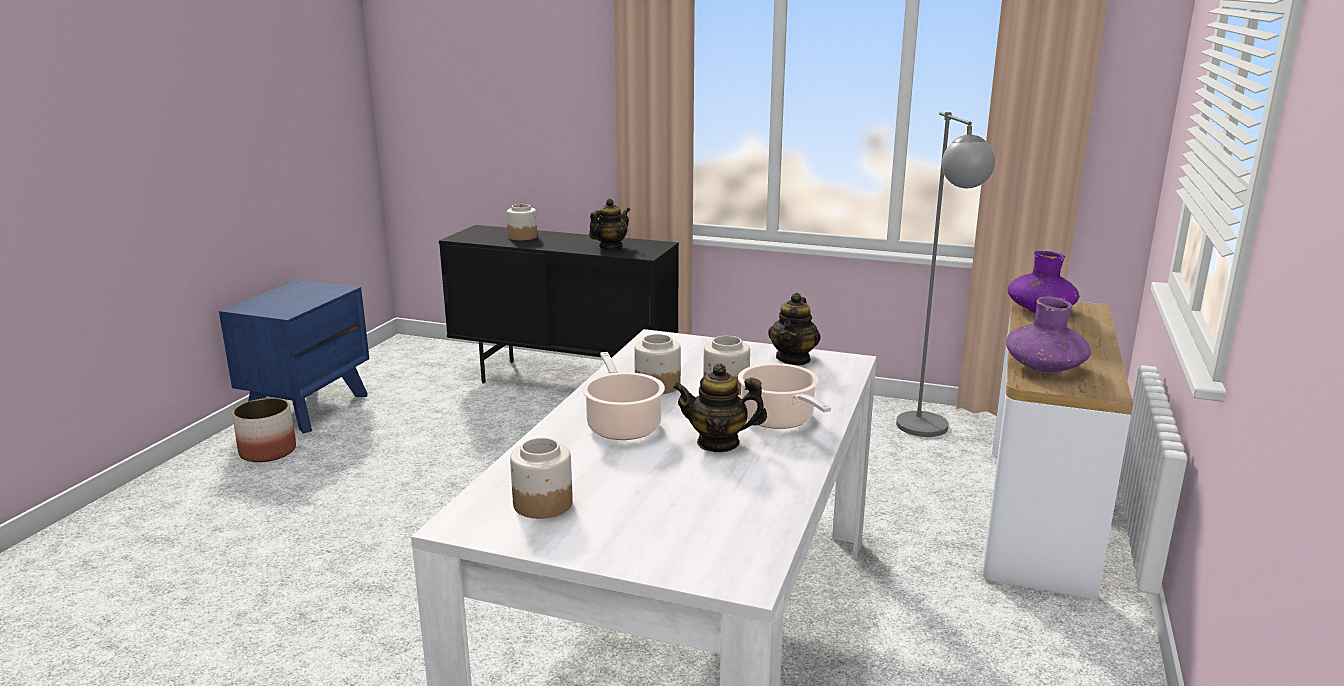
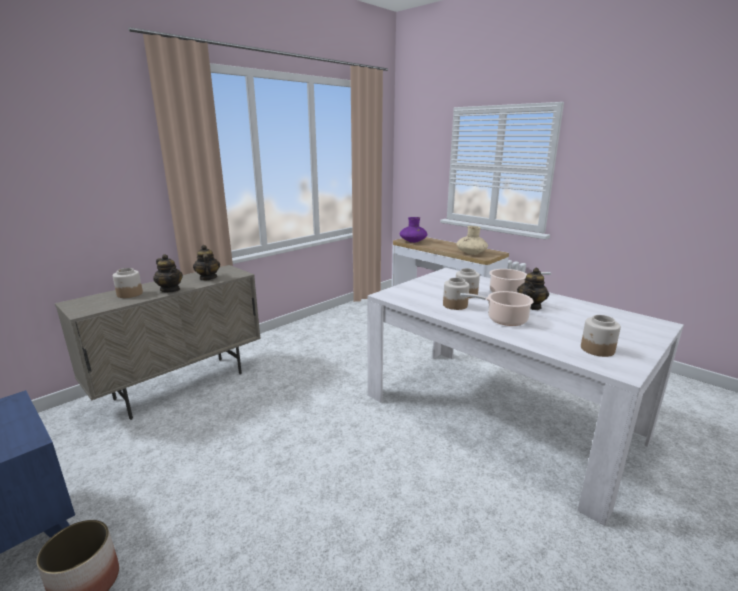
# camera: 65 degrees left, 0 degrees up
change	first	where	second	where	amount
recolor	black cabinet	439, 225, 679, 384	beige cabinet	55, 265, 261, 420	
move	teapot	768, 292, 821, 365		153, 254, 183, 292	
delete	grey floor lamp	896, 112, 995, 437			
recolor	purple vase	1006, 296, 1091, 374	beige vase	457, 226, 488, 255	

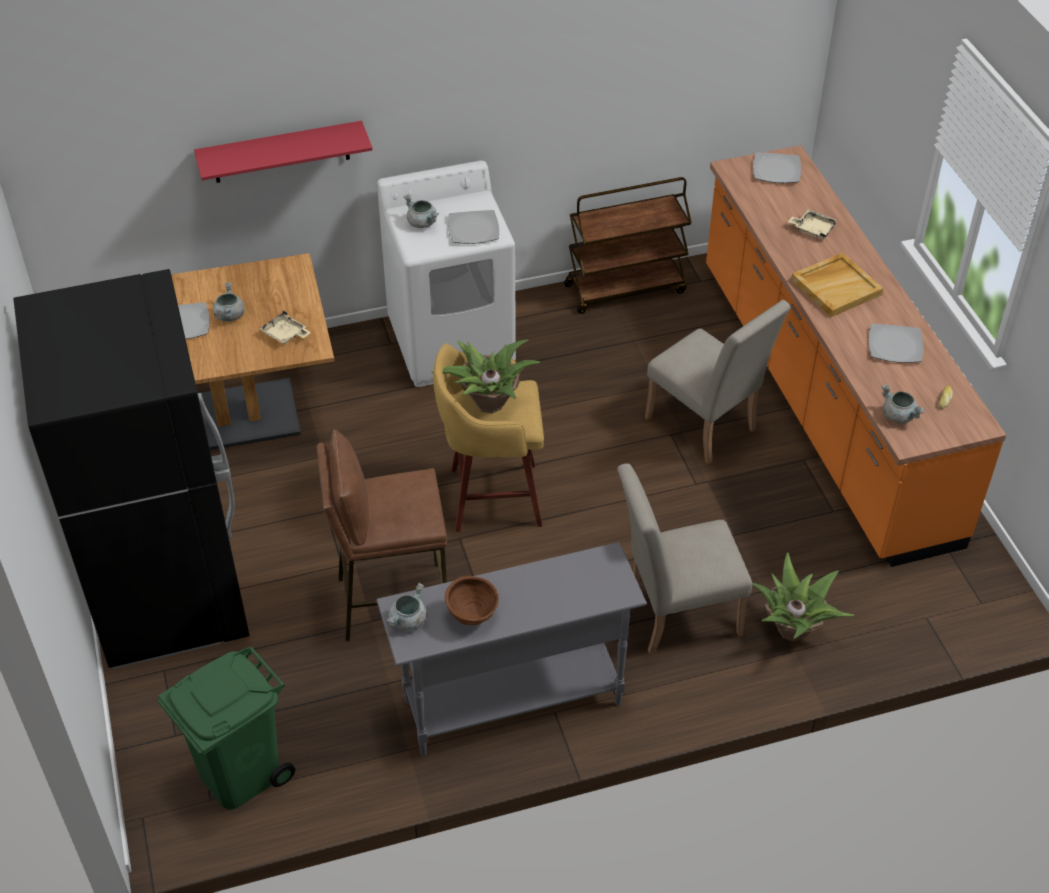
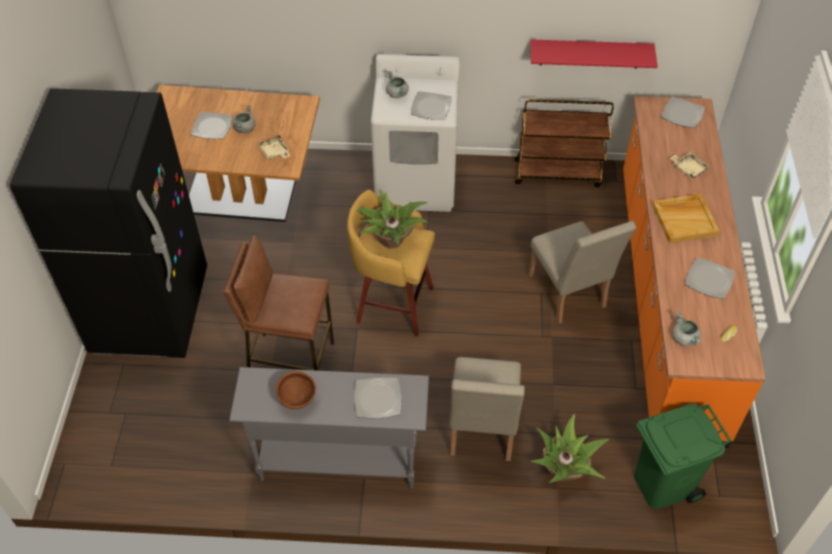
# camera: 20 degrees right, 5 degrees up
change	first	where	second	where	amount
move	green trash can	158, 646, 295, 810		634, 404, 732, 509	
move	red shelf	194, 121, 373, 183		530, 39, 658, 69	
delete	grey cooking pot	386, 583, 427, 630			
rotate	beige chair	617, 463, 752, 655		449, 357, 525, 461	90 degrees counterclockwise
insert			plate	355, 378, 401, 419	

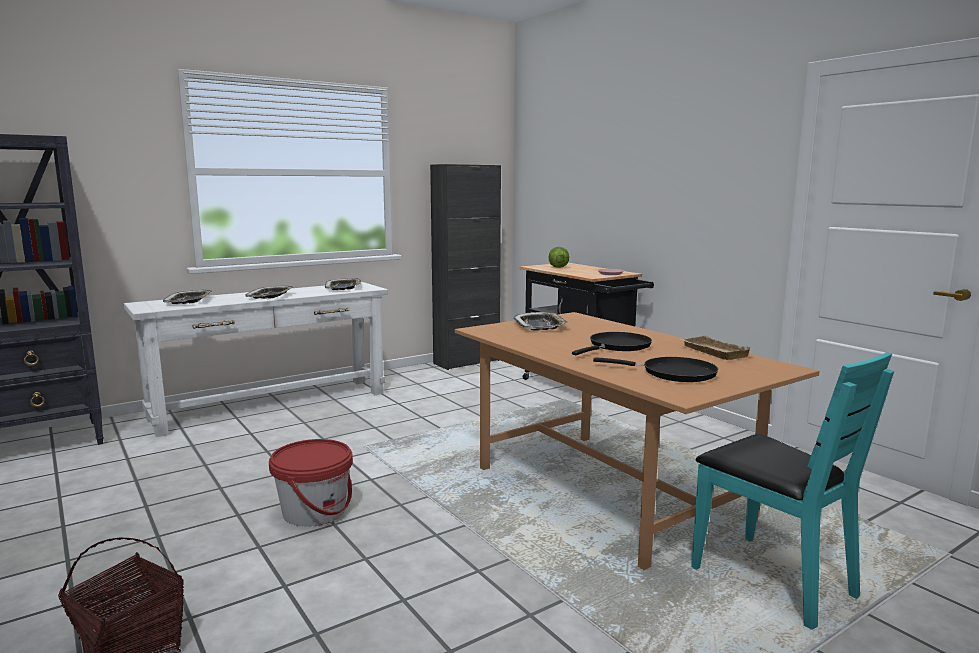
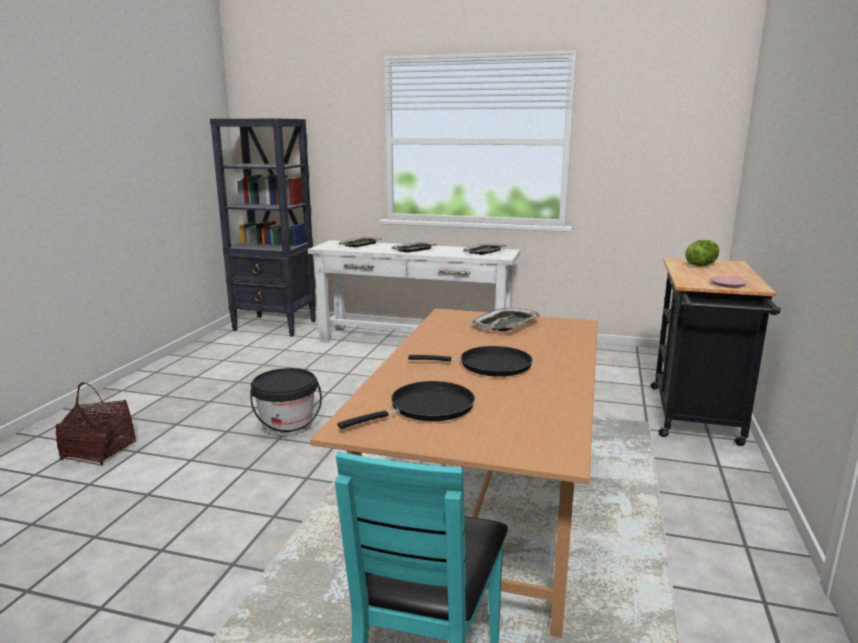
# camera: 50 degrees right, 5 degrees up
change	first	where	second	where	amount
recolor	red bucket	269, 439, 353, 527	black bucket	250, 368, 322, 436	
delete	black cabinet	430, 164, 501, 370			
rotate	black frying pan	593, 357, 718, 382		338, 381, 475, 429	105 degrees counterclockwise
delete	beige tray	679, 335, 754, 360			

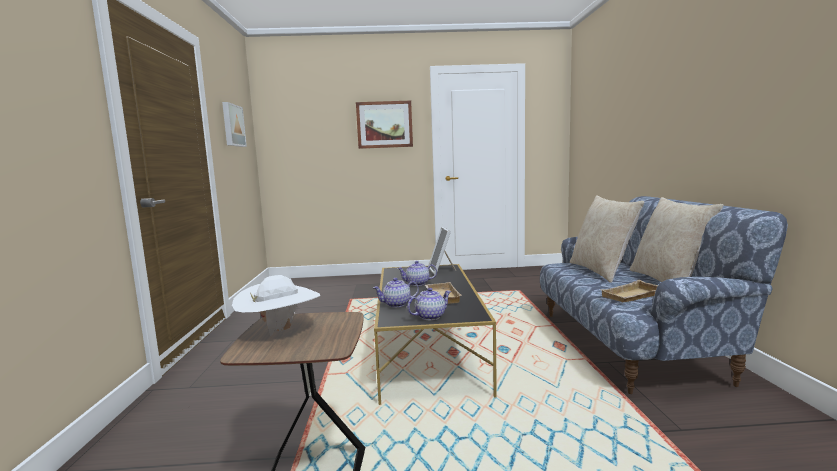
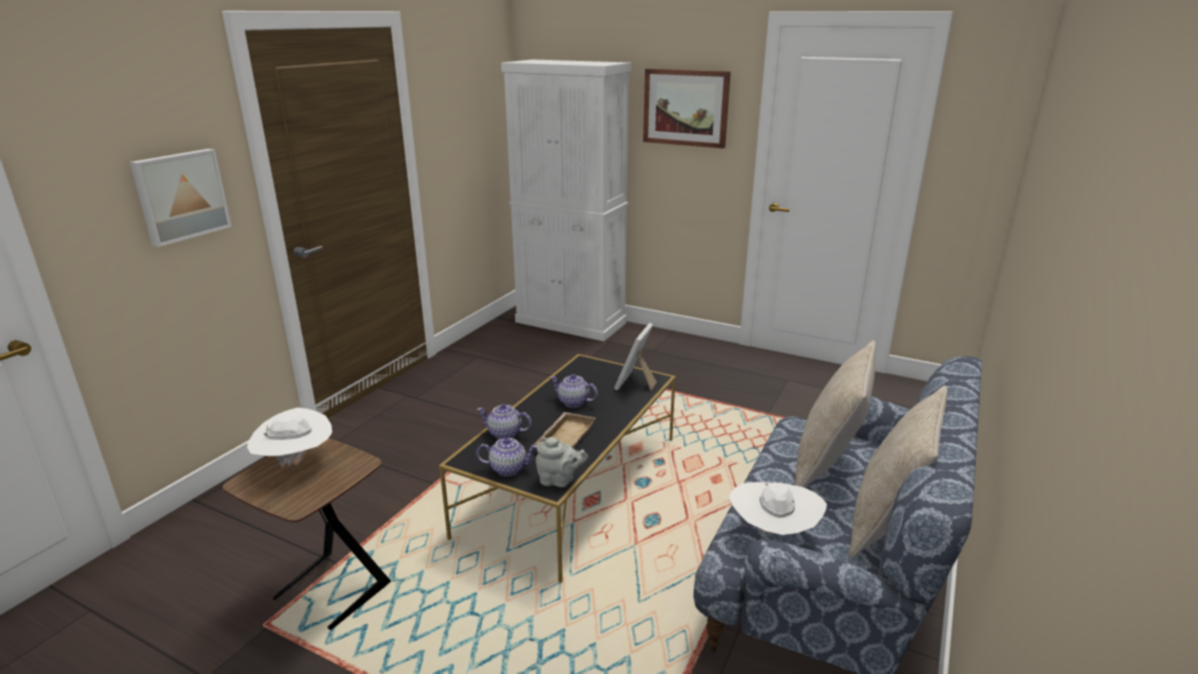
# camera: 30 degrees right, 15 degrees up
change	first	where	second	where	amount
move	picture	222, 102, 247, 147		130, 149, 232, 247	
replace	beige tray	600, 280, 658, 302	white hat	729, 482, 827, 535	
insert			white cabinet	501, 59, 631, 341	
insert			grey teapot	536, 437, 588, 487	

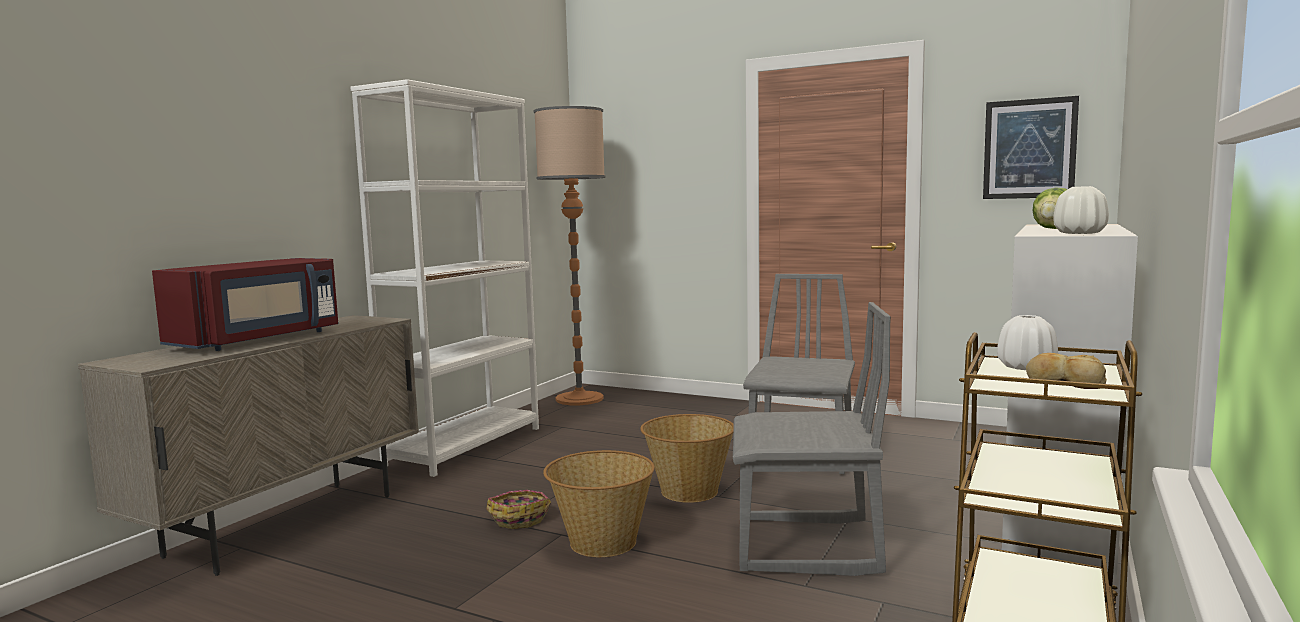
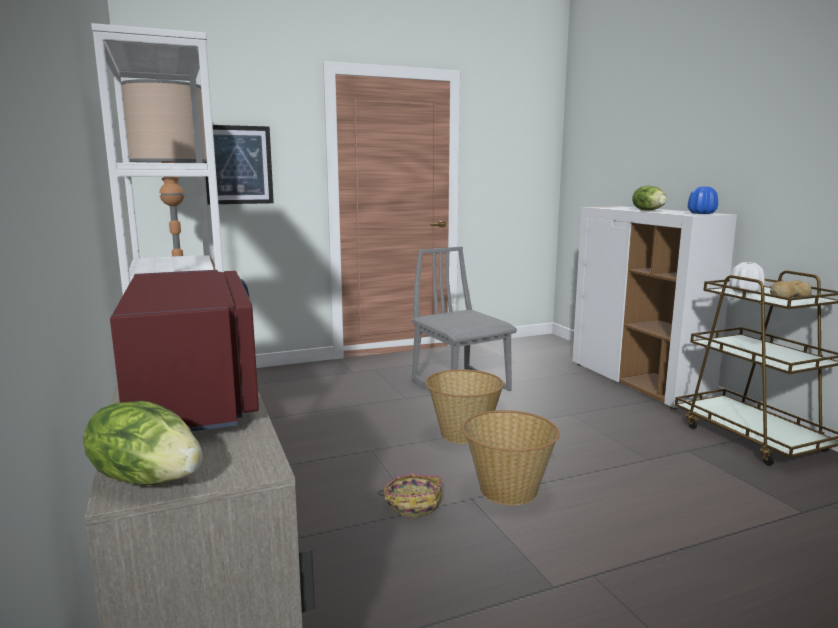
# camera: 50 degrees left, 5 degrees up
change	first	where	second	where	amount
delete	grey chair	733, 302, 891, 576			
move	picture	983, 96, 1079, 199		204, 125, 274, 204	
recolor	white vase	1053, 186, 1109, 234	blue vase	688, 187, 718, 214	
insert			lettuce	83, 401, 203, 485	

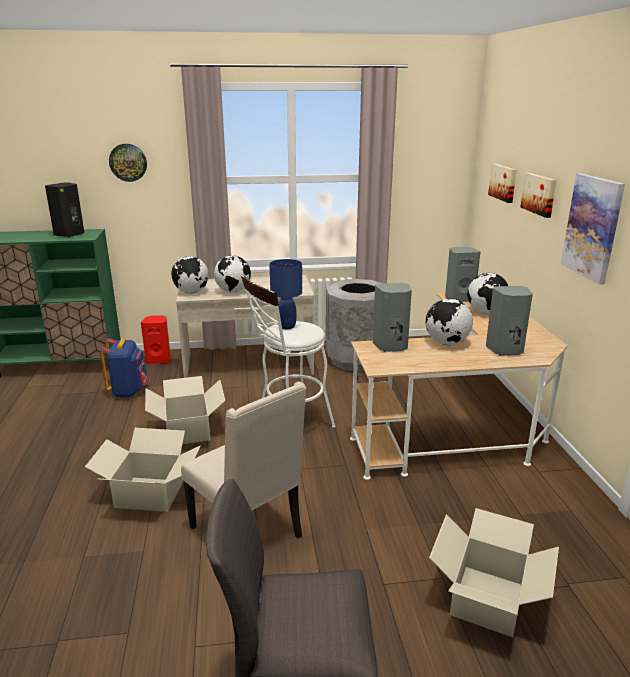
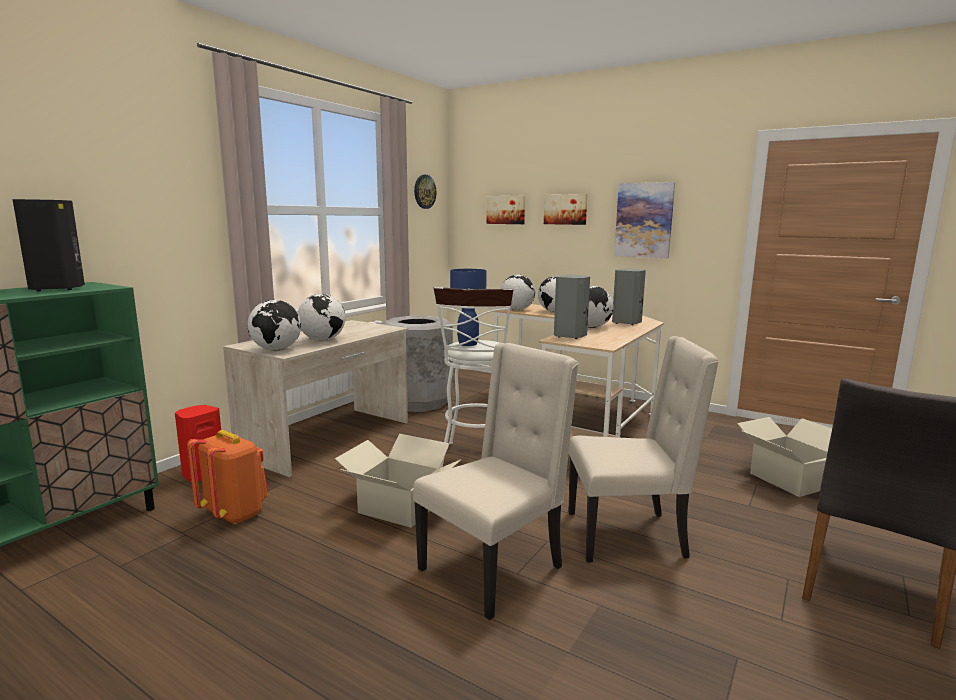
# camera: 50 degrees left, 10 degrees down
change	first	where	second	where	amount
replace	cardboard box	85, 428, 201, 512	beige chair	413, 343, 578, 621	
recolor	blue backpack	100, 338, 148, 397	orange backpack	187, 430, 268, 524	
move	wall clock	109, 144, 147, 182		414, 175, 437, 209	
replace	grey speaker	445, 247, 481, 302	globe	501, 275, 535, 310	

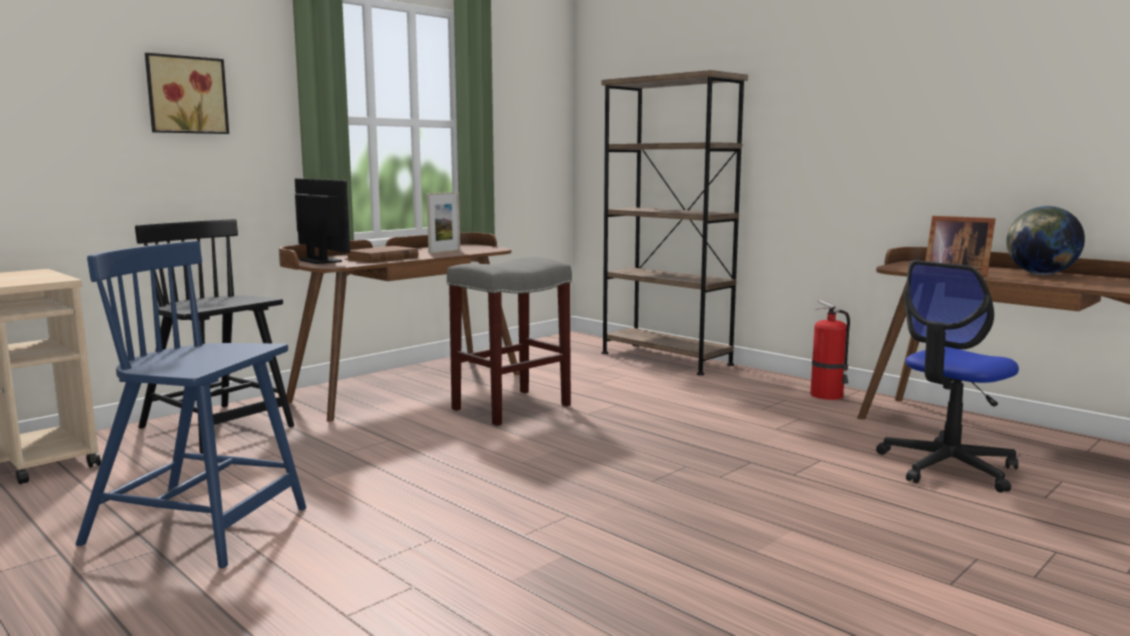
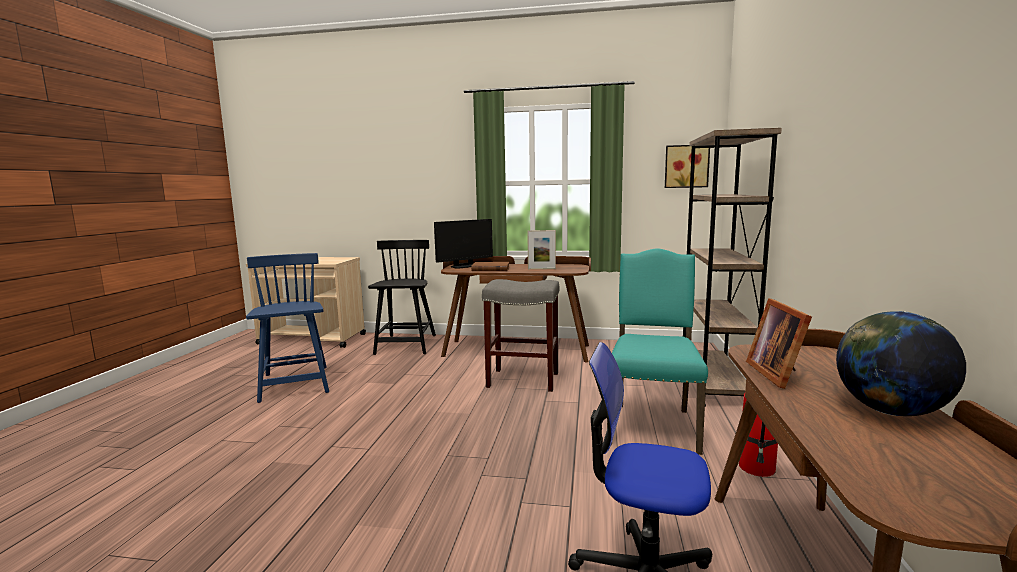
# camera: 55 degrees right, 0 degrees up
change	first	where	second	where	amount
move	picture	145, 53, 229, 134		665, 145, 710, 188	
rotate	monitor	295, 179, 350, 264		434, 219, 493, 269	45 degrees clockwise
insert			turquoise chair	607, 248, 708, 455	

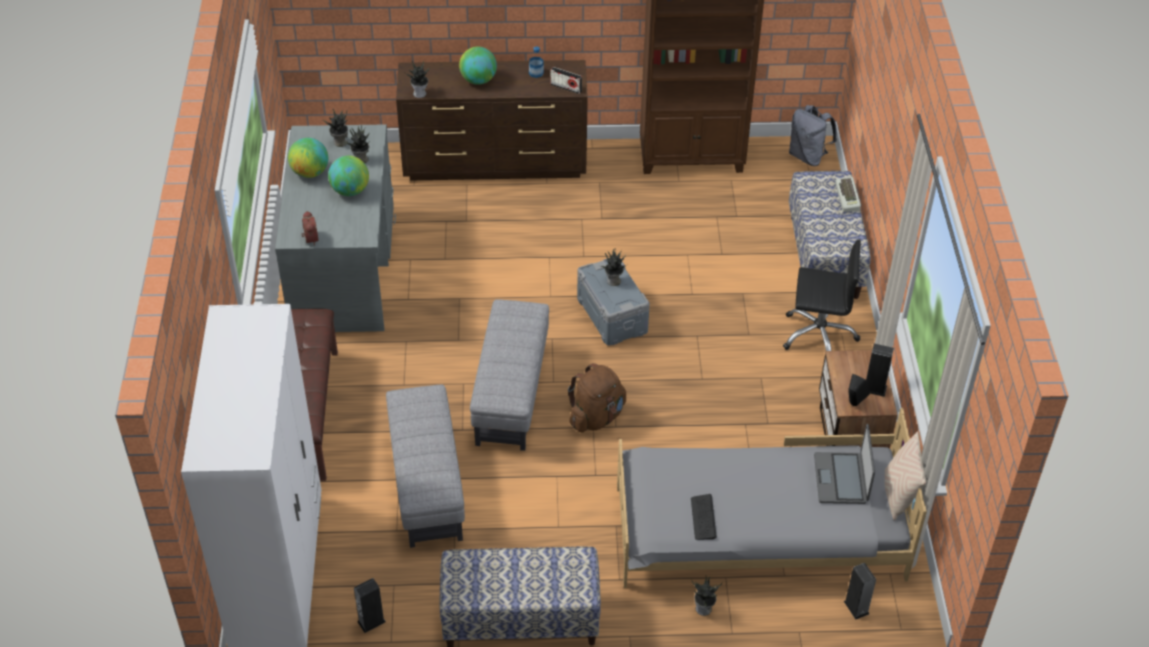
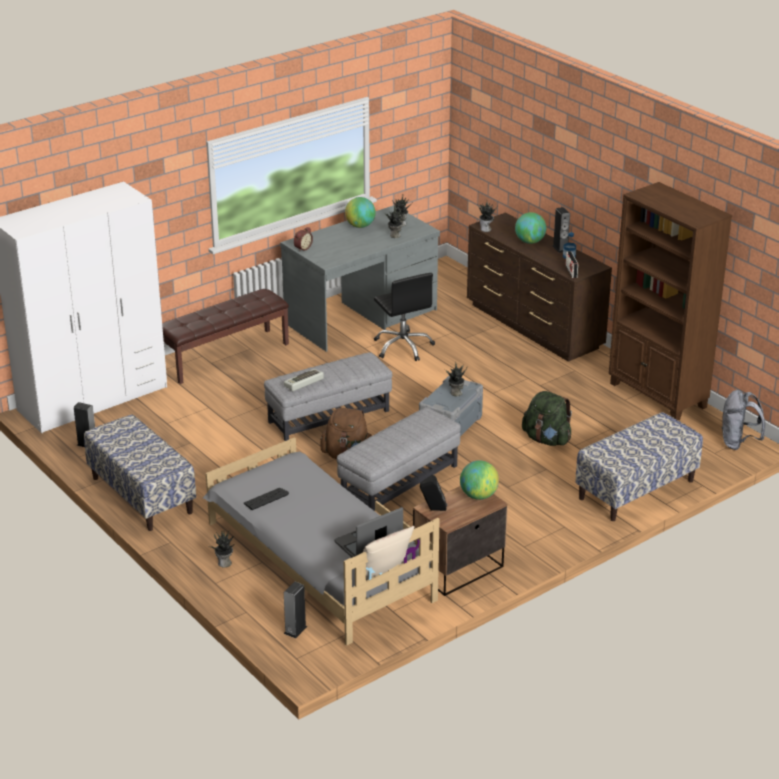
# camera: 55 degrees right, 15 degrees down
change	first	where	second	where	amount
move	globe	328, 156, 369, 196		460, 460, 499, 500	
move	grey ottoman	386, 384, 465, 548		337, 407, 461, 511	
move	black office chair	783, 240, 861, 351		374, 273, 435, 361	
move	keyboard	835, 177, 861, 212		284, 369, 324, 391	
move	speaker	866, 344, 894, 397		553, 207, 570, 253	
insert			green backpack	522, 391, 572, 446	

